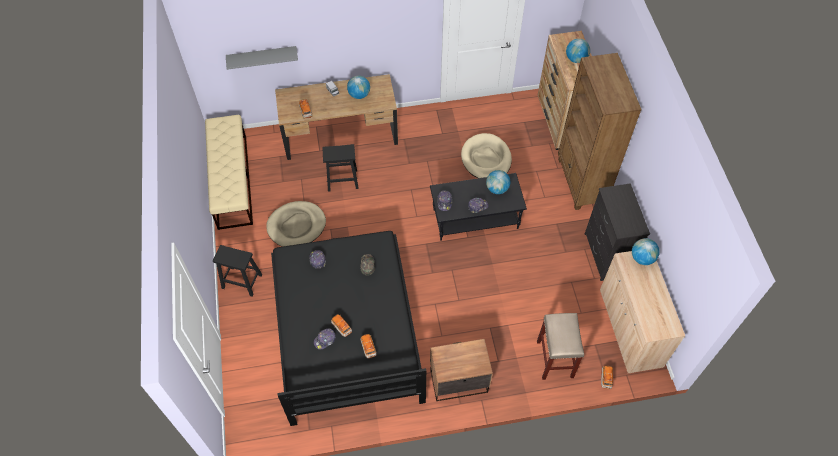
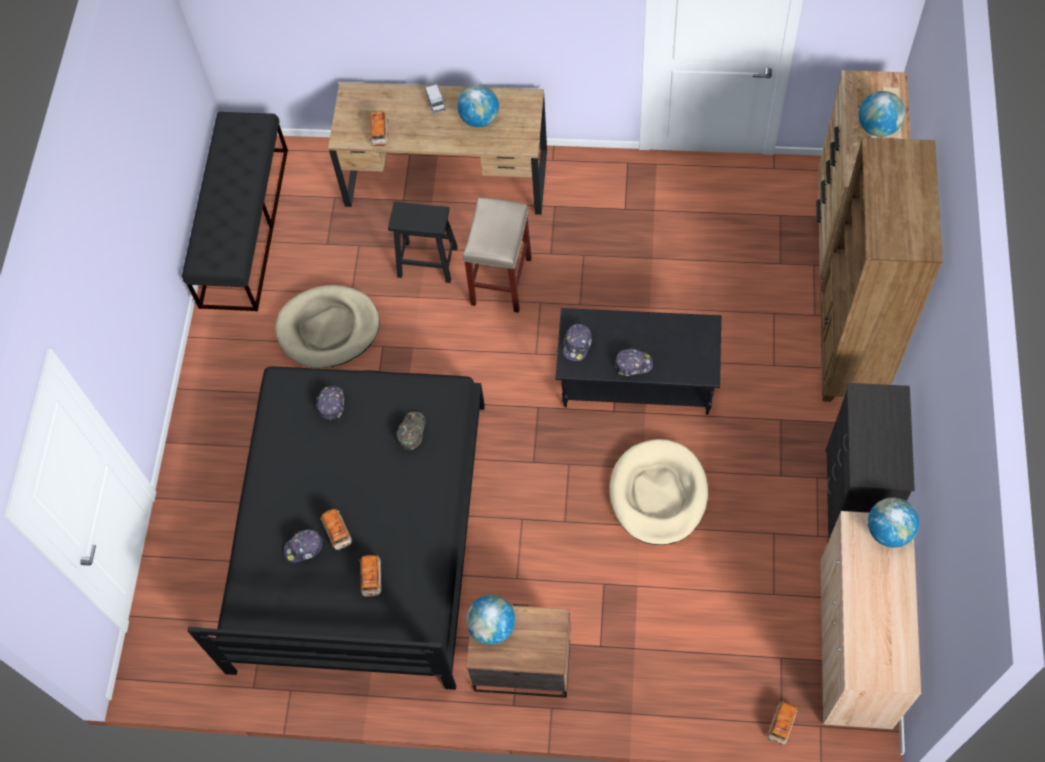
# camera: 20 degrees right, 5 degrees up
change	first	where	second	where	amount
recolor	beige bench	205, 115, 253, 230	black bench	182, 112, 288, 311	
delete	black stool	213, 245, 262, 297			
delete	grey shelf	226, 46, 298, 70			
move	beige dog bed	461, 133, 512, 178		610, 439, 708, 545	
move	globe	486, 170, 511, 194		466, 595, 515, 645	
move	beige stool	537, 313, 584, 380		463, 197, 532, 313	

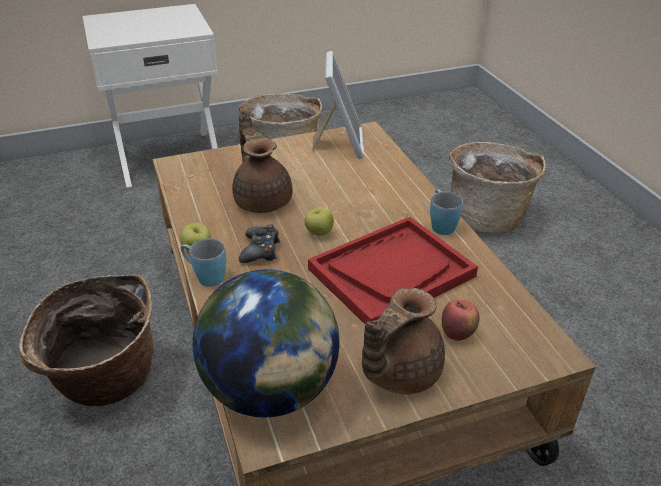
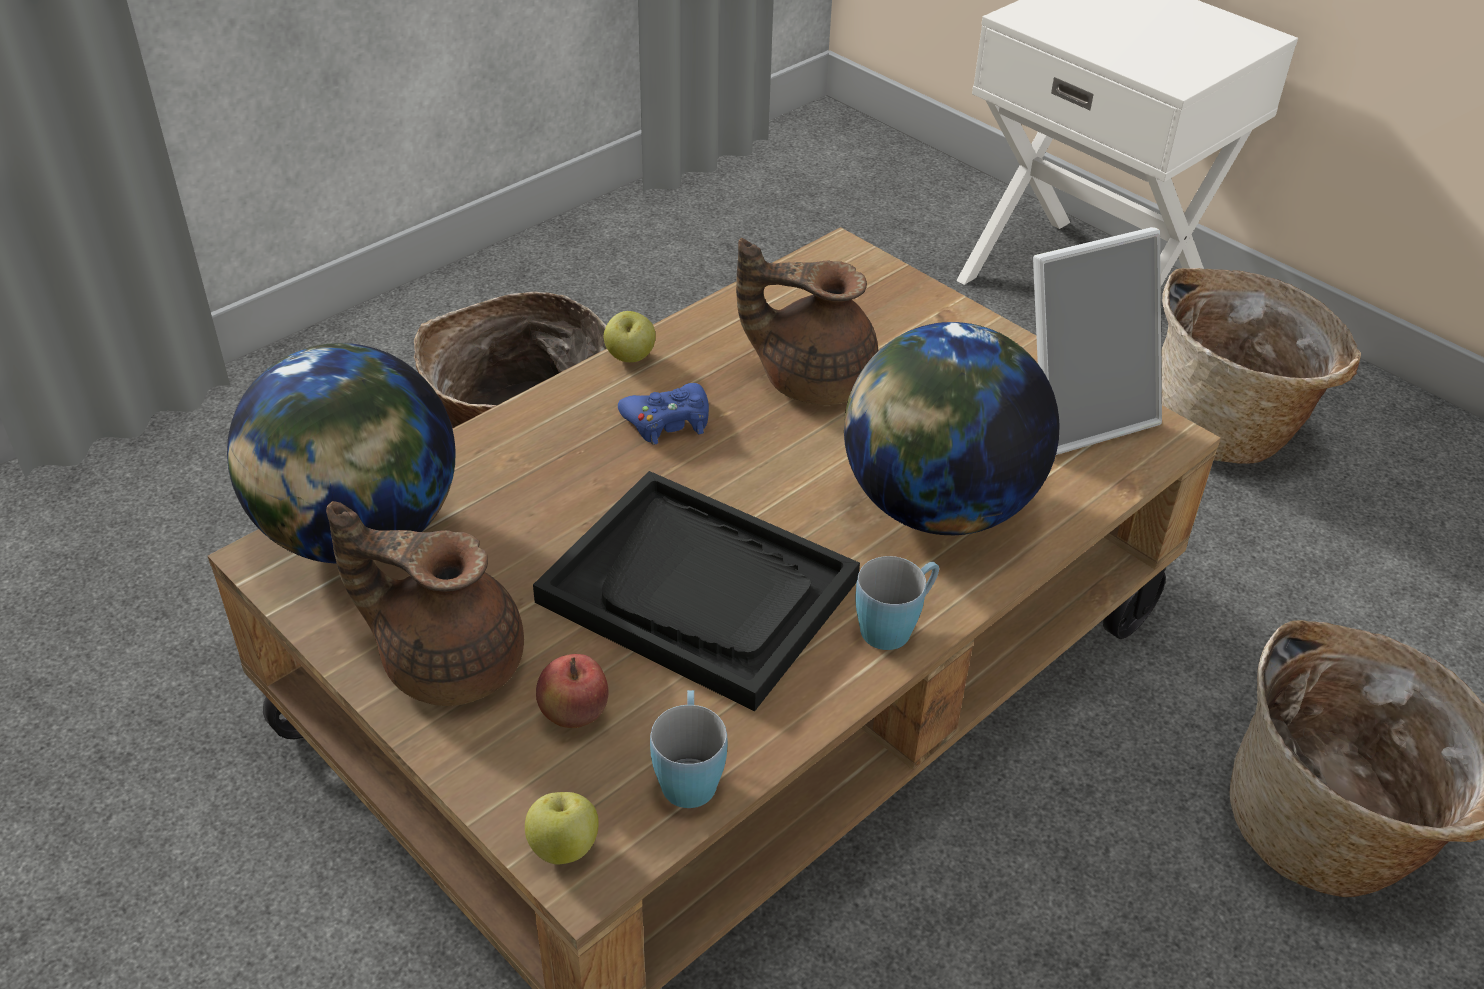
# camera: 65 degrees right, 5 degrees up
change	first	where	second	where	amount
move	blue mug	181, 238, 226, 287		650, 690, 728, 808	
rotate	brown teapot	232, 110, 293, 213		736, 238, 878, 405	120 degrees counterclockwise
recolor	black game controller	239, 224, 280, 263	blue game controller	618, 383, 709, 445	
move	apple	304, 207, 334, 236		525, 792, 599, 865	
recolor	red tray	308, 217, 478, 324	black tray	533, 471, 860, 711	
insert			globe	844, 322, 1060, 535	

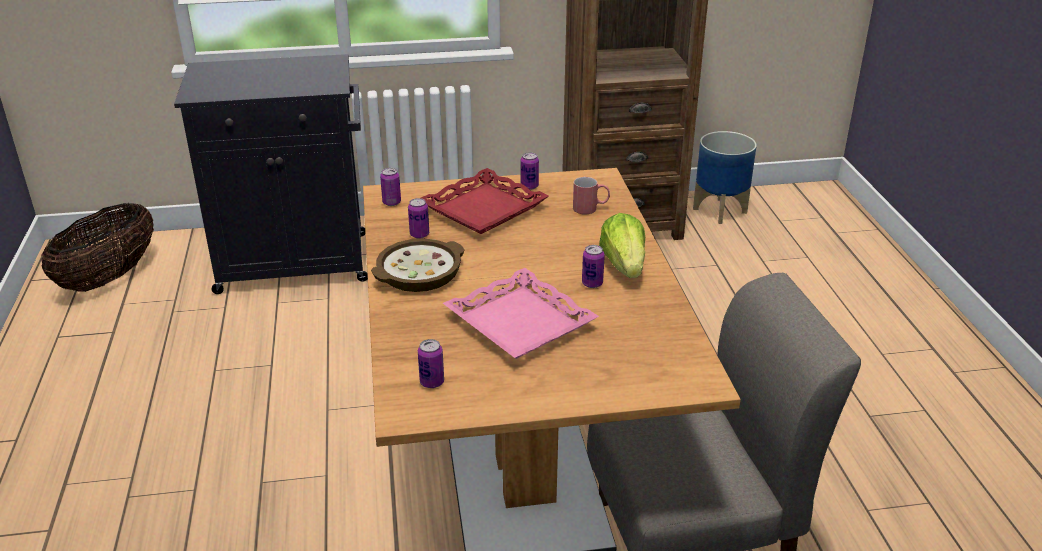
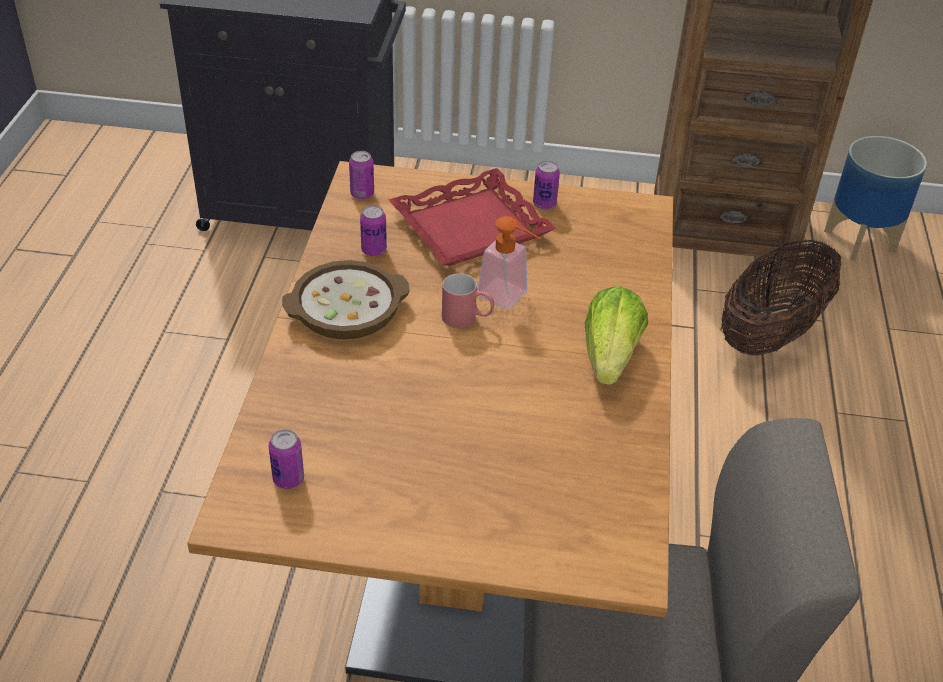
# camera: 15 degrees right, 10 degrees up
change	first	where	second	where	amount
move	basket	41, 203, 154, 292		720, 239, 841, 356	
delete	pink tray	443, 268, 599, 359			
move	red mug	573, 177, 610, 214		442, 273, 494, 328	
delete	can	582, 245, 605, 288			
insert			soap dispenser	478, 216, 541, 309	

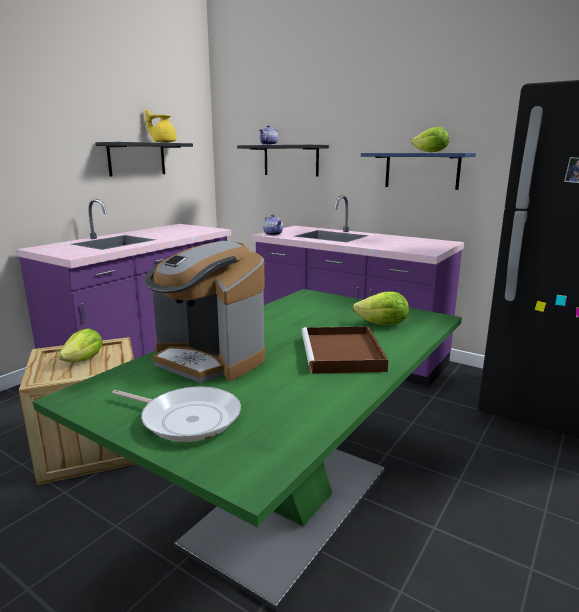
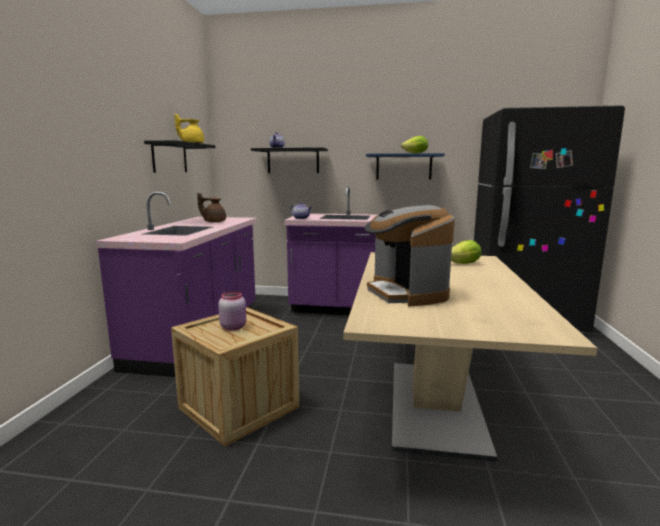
# camera: 25 degrees left, 5 degrees down
change	first	where	second	where	amount
recolor	green dining table	33, 289, 462, 611	beige dining table	343, 252, 597, 462	
replace	lettuce	58, 328, 103, 363	pink jar	218, 291, 246, 331	
delete	frying pan	112, 386, 241, 442			
rotate	coffee machine	144, 241, 265, 383		365, 205, 455, 306	60 degrees clockwise
delete	brown tray	302, 326, 388, 374			
insert			brown teapot	197, 193, 226, 223	

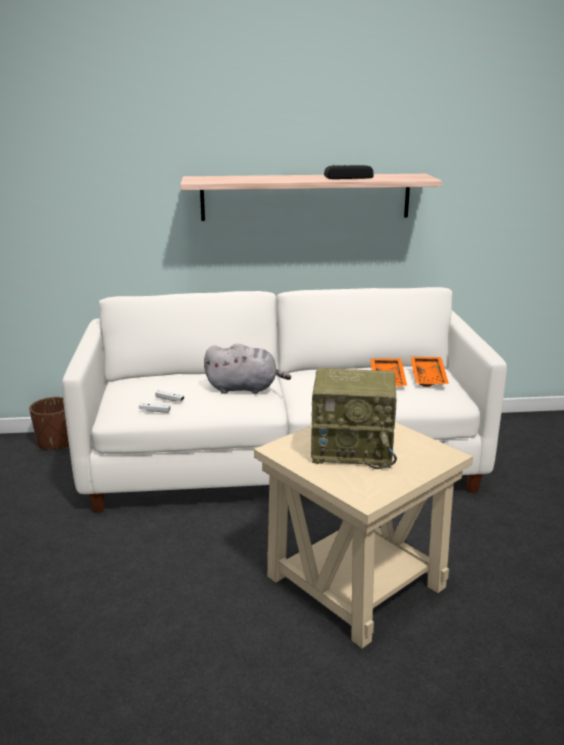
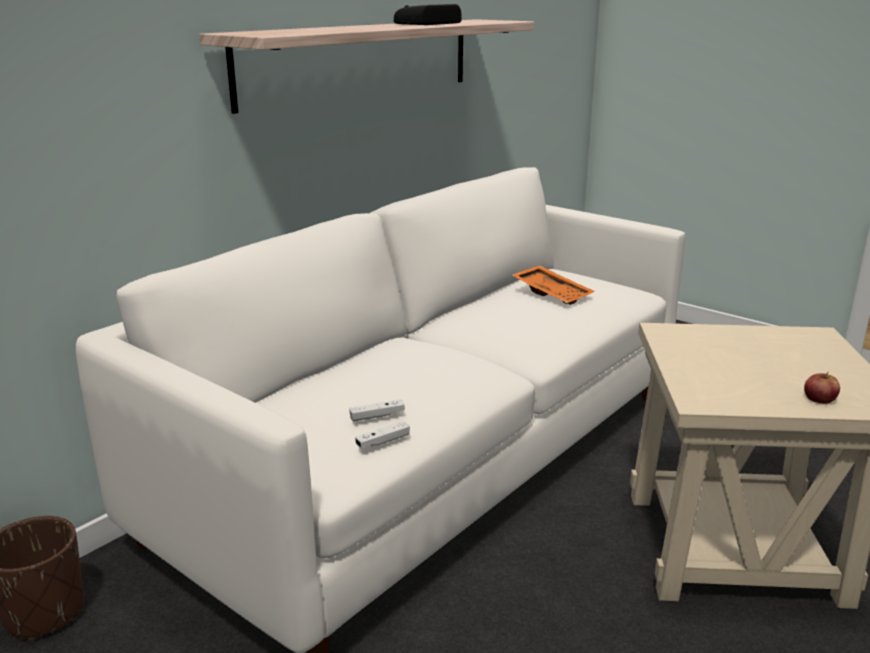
# camera: 45 degrees left, 0 degrees up
change	first	where	second	where	amount
delete	grey plush toy	204, 344, 291, 394			
delete	radio	311, 368, 397, 469			
delete	orange tray	411, 357, 449, 387			
insert			apple	804, 372, 840, 404	

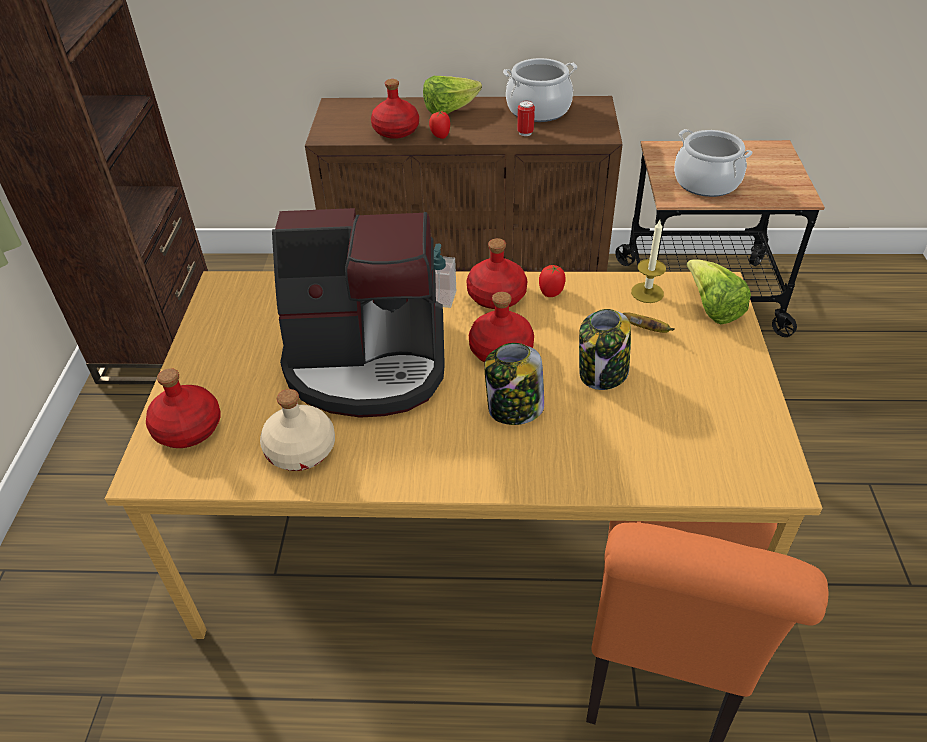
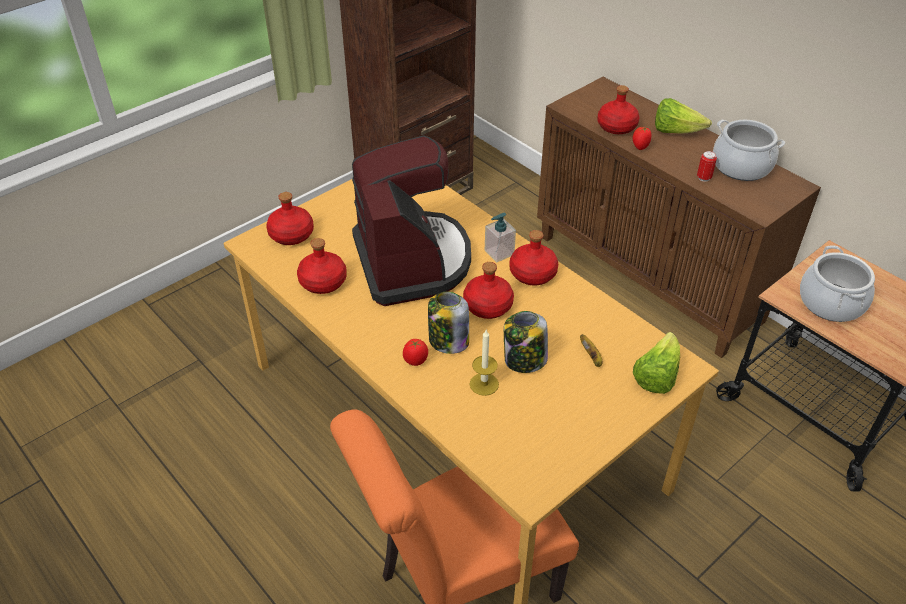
# camera: 45 degrees right, 0 degrees up
change	first	where	second	where	amount
recolor	beige bottle	260, 389, 335, 471	red bottle	297, 238, 347, 294	
rotate	coffee machine	272, 208, 445, 418		352, 135, 471, 306	150 degrees counterclockwise
move	tomato	539, 265, 566, 297		403, 339, 428, 366	
move	candle	631, 220, 666, 303		470, 330, 499, 396	

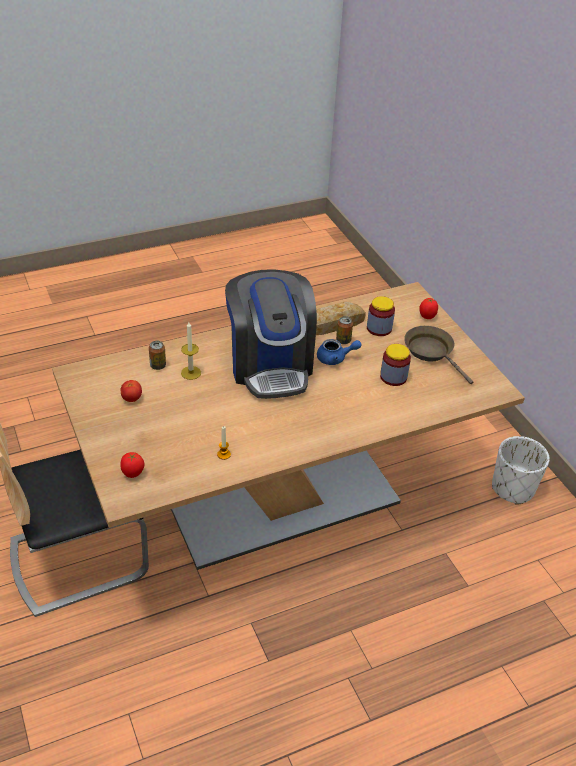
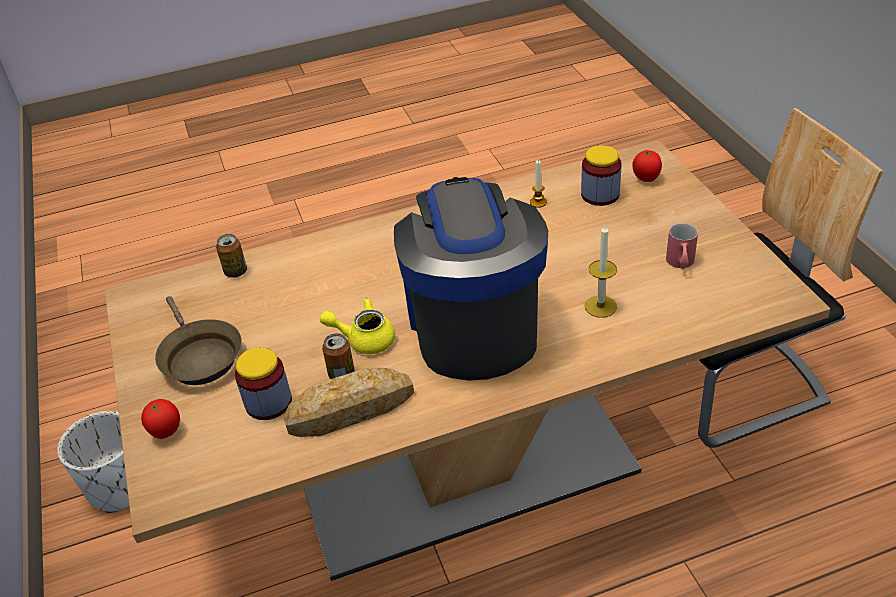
# camera: 170 degrees left, 0 degrees up
change	first	where	second	where	amount
replace	tomato	120, 380, 142, 402	red mug	666, 223, 698, 269	
move	can	149, 341, 166, 370		216, 234, 247, 278	
recolor	blue teapot	317, 339, 362, 365	yellow teapot	320, 298, 395, 354	
move	jar	380, 344, 411, 386		581, 145, 622, 206	

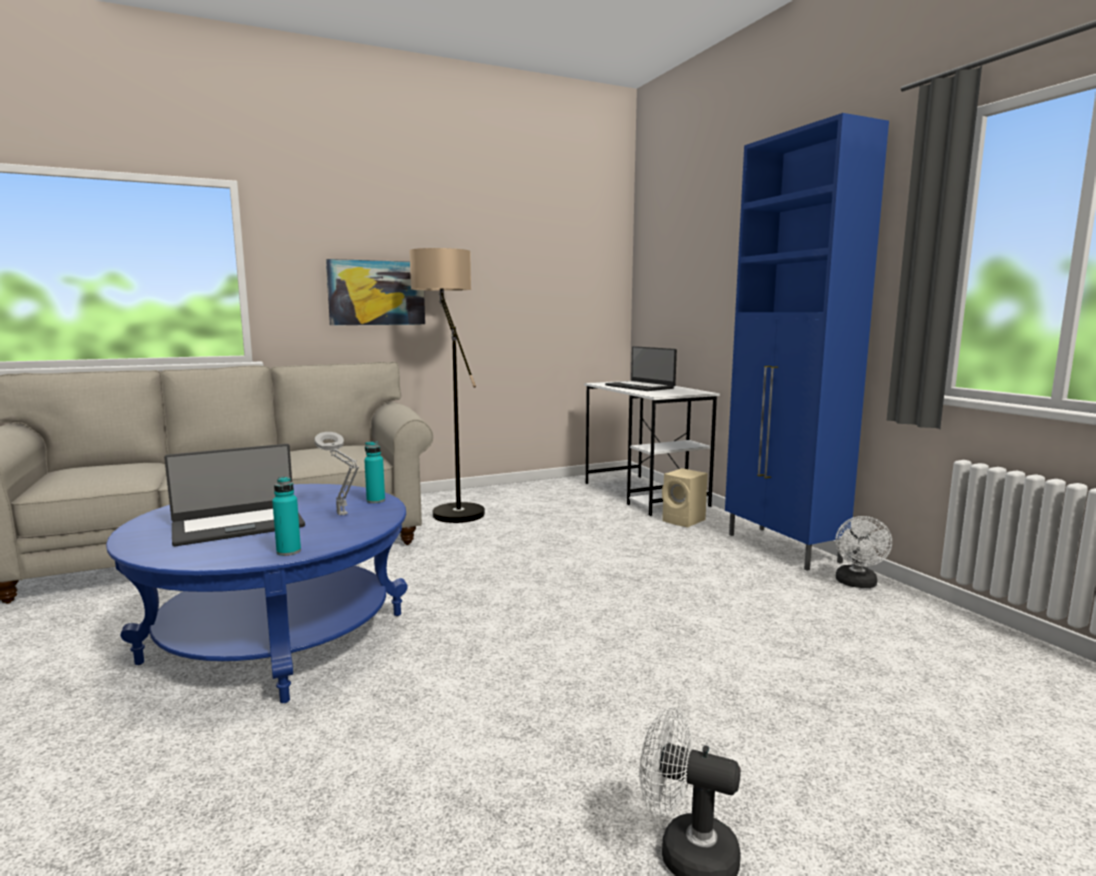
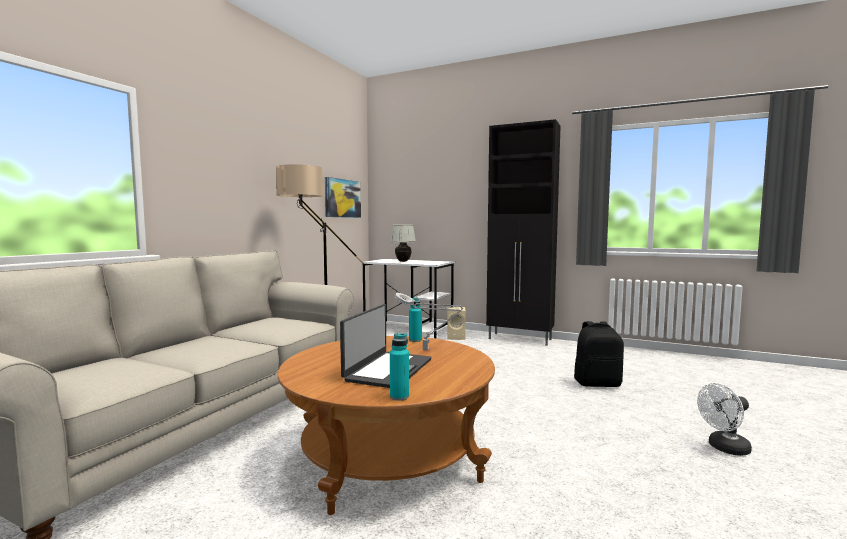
# camera: 40 degrees left, 5 degrees down
change	first	where	second	where	amount
recolor	blue coffee table	106, 484, 408, 703	brown coffee table	278, 336, 495, 515	
move	turquoise bottle	272, 476, 301, 556		390, 333, 409, 400	
move	picture	326, 259, 425, 325		325, 177, 361, 218	
replace	laptop	605, 346, 677, 391	white table lamp	390, 225, 416, 262	
recolor	blue cabinet	725, 113, 889, 571	black cabinet	486, 119, 561, 346	
delete	white fan	835, 516, 892, 588			
insert			black backpack	574, 321, 624, 387	

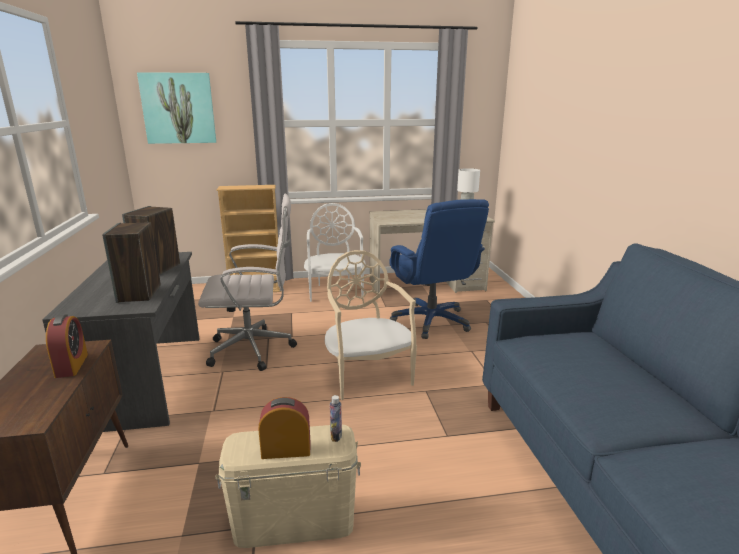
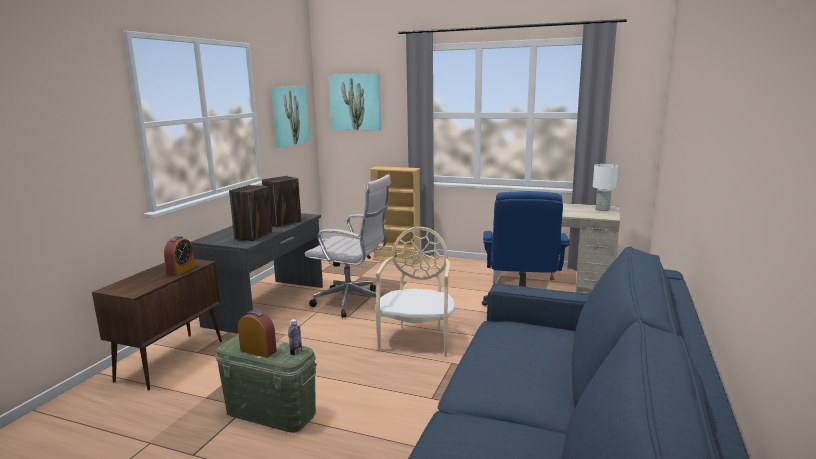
# camera: 30 degrees right, 5 degrees down
change	first	where	second	where	amount
recolor	beige storage box	215, 425, 361, 548	green storage box	216, 335, 317, 433	
delete	white chair	304, 203, 366, 302			
insert			picture	271, 86, 310, 148	

